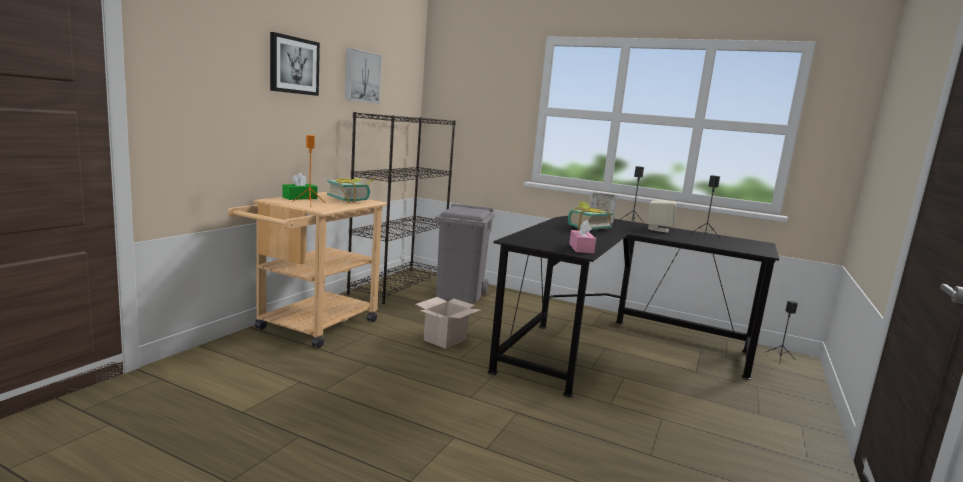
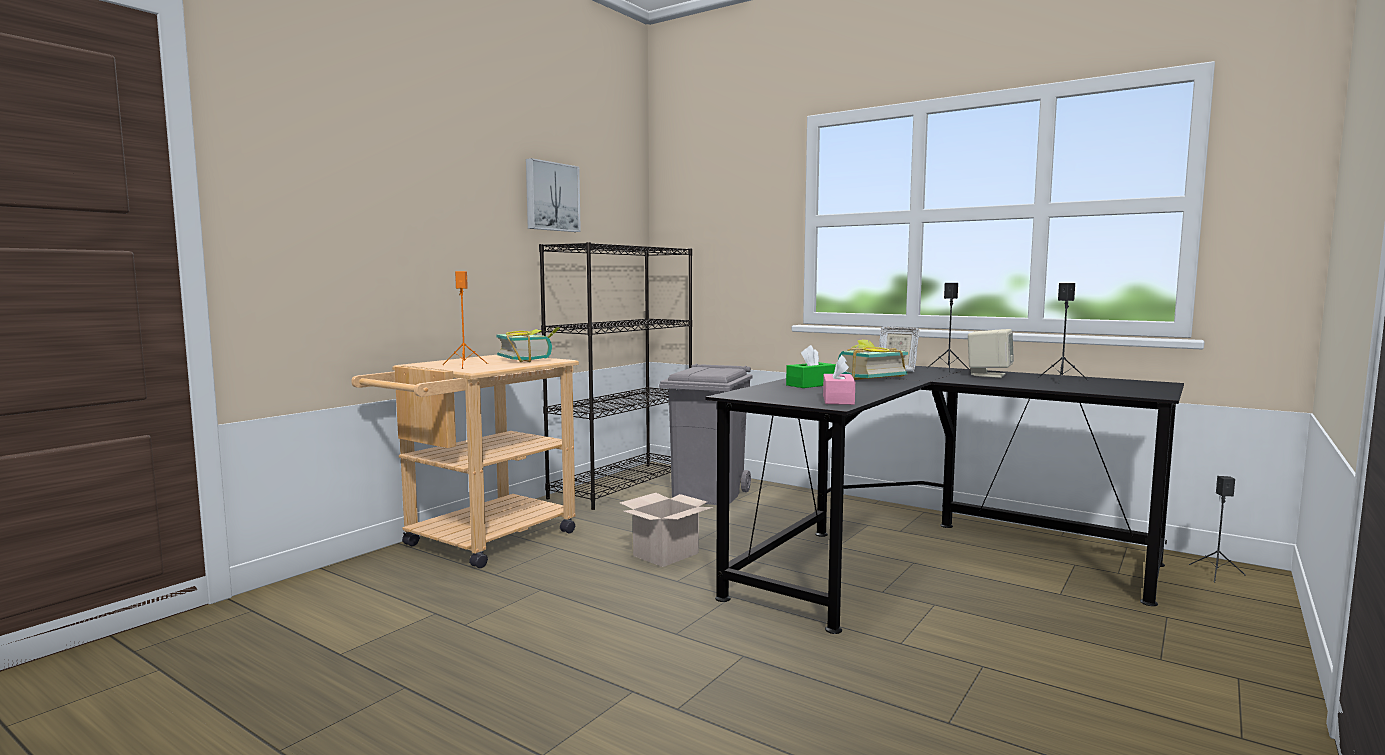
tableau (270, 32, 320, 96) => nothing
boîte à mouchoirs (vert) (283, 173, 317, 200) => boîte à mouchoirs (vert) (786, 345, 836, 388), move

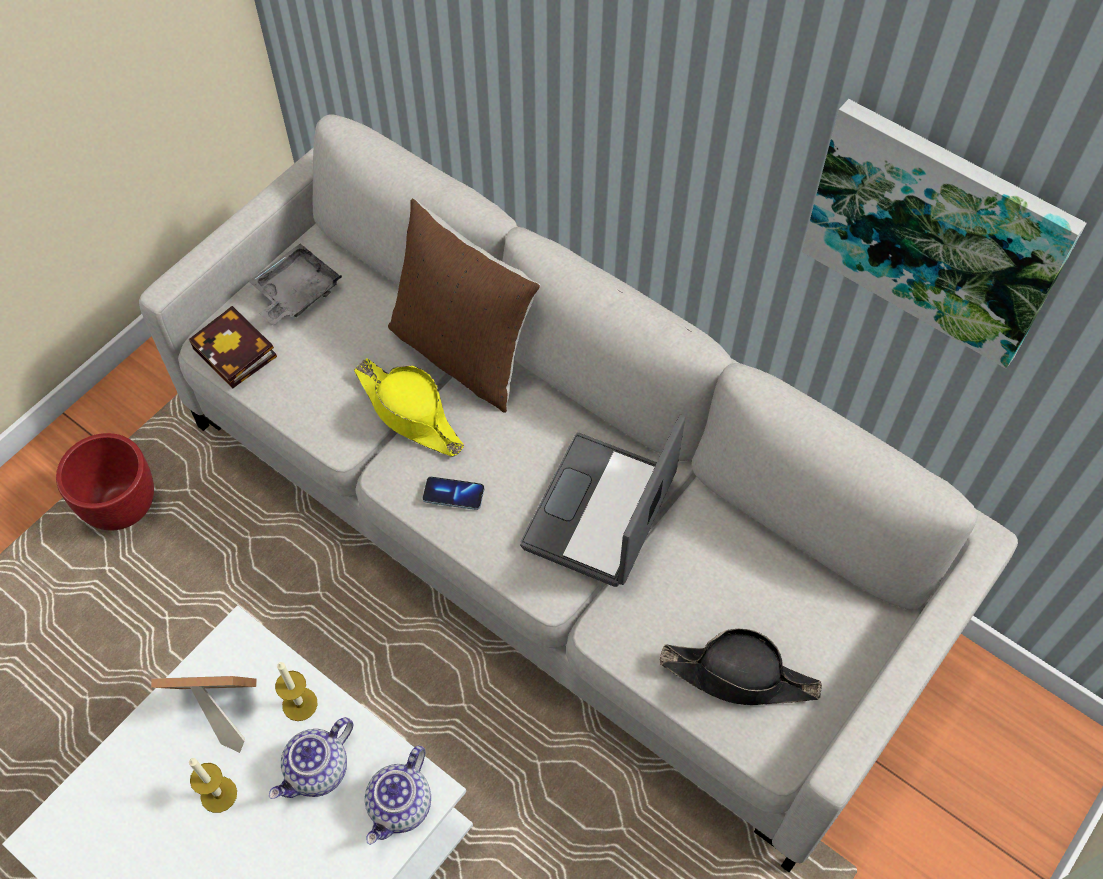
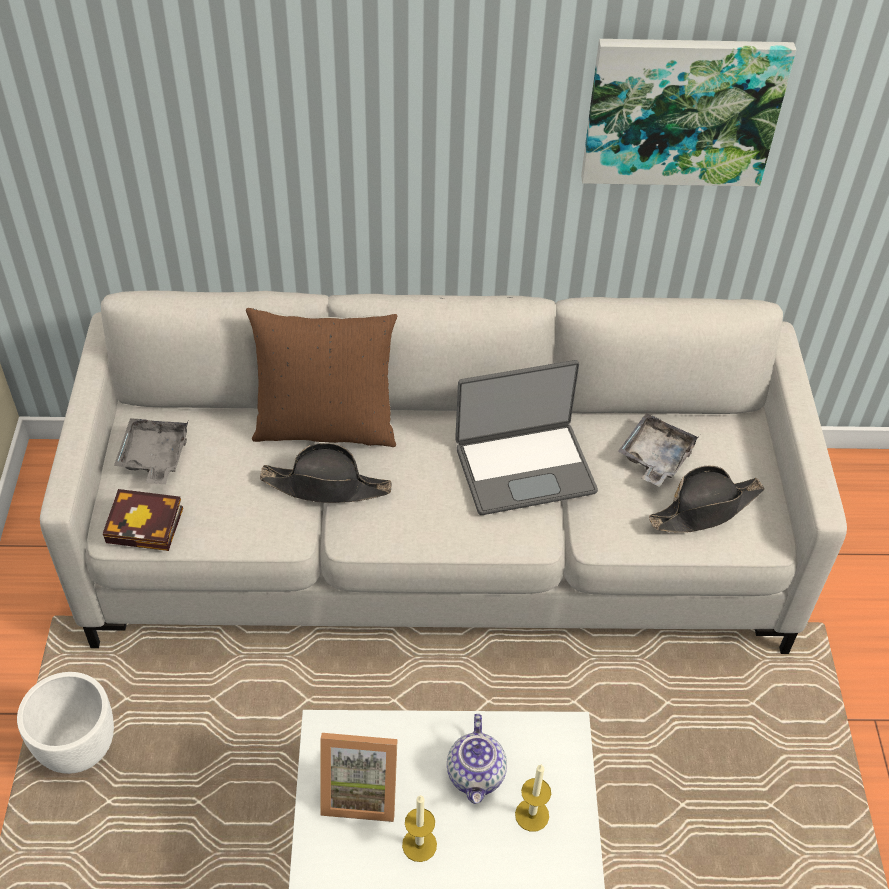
chapeau (jaune) (354, 358, 464, 457) => chapeau (noir) (260, 443, 392, 503)
ordinateur portable (520, 415, 685, 587) => ordinateur portable (455, 360, 598, 515), 90 degrees counterclockwise
cache-pot (rouge) (56, 433, 154, 531) => cache-pot (blanc) (17, 672, 114, 774)
téléphone (422, 477, 484, 510) => nothing
bougie (275, 662, 318, 721) => bougie (515, 764, 551, 832), move
cadre photo (151, 676, 256, 753) => cadre photo (320, 733, 398, 822), 135 degrees counterclockwise
théière (365, 745, 431, 845) => nothing
nothing => plateau (gris) (618, 413, 700, 487)

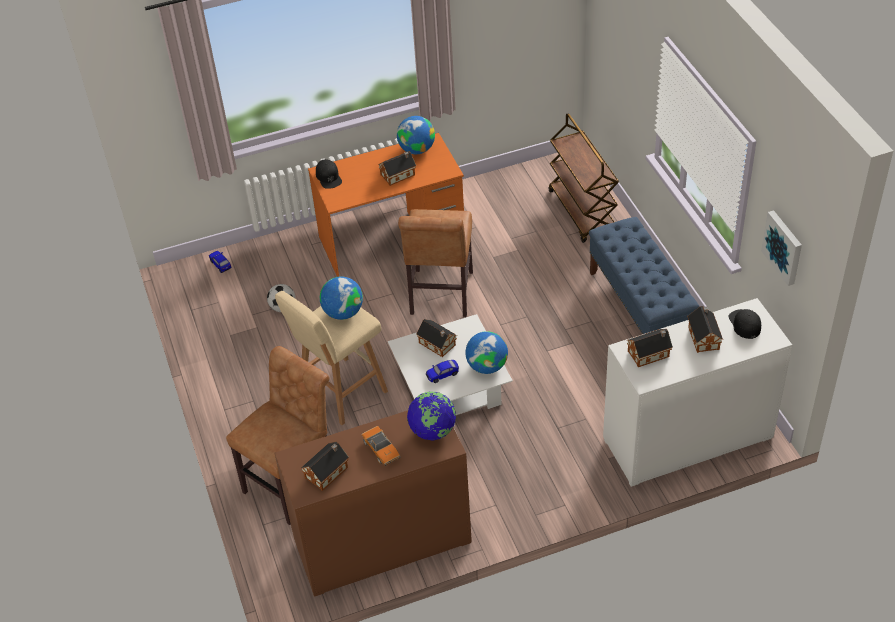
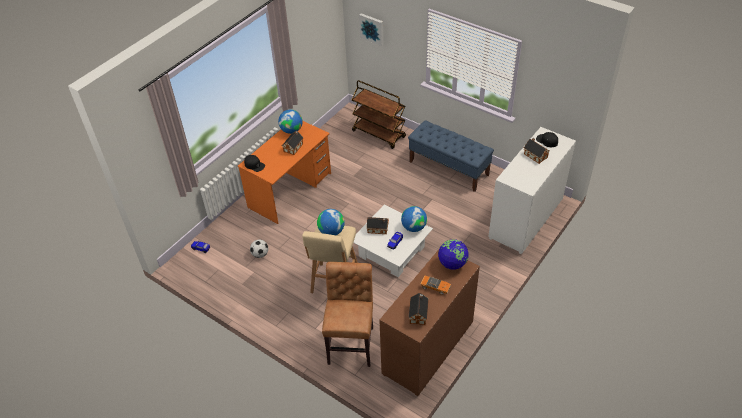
chaise (marron) (398, 209, 473, 317) => nothing
tableau (761, 210, 802, 286) => tableau (359, 13, 384, 46), move
maison miniature (627, 329, 673, 367) => nothing

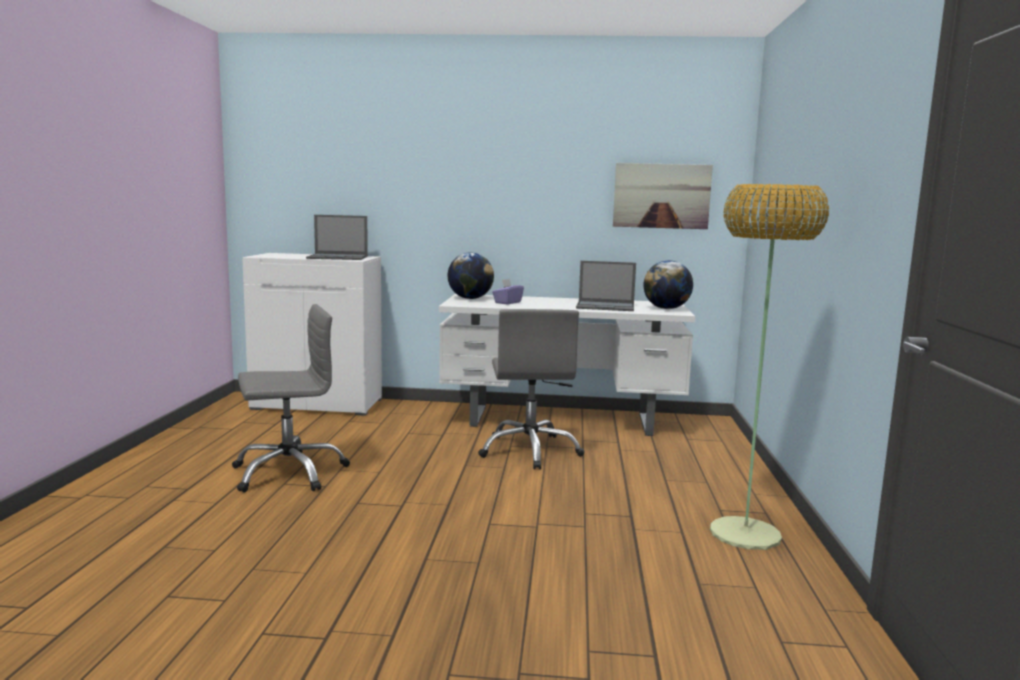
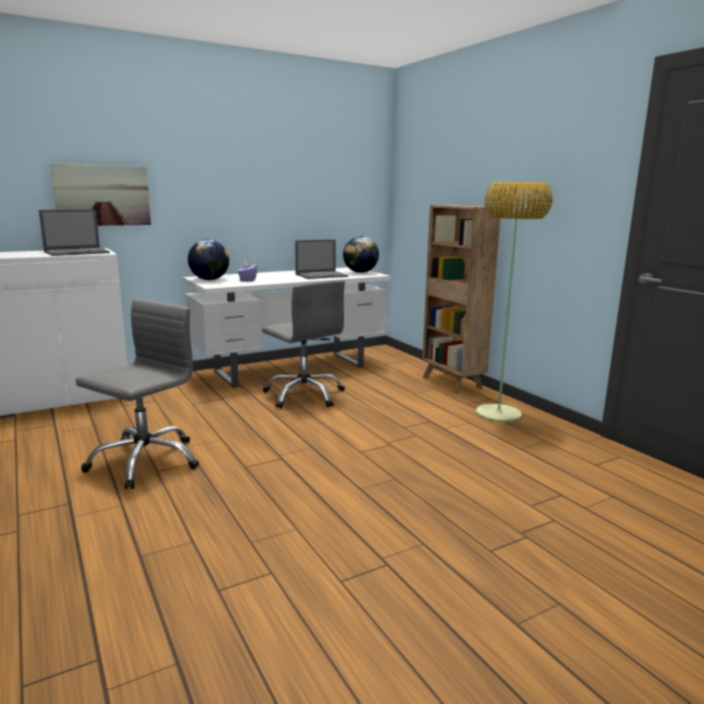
tableau (613, 163, 713, 229) => tableau (50, 163, 151, 226), move
nothing => bibliothèque (marron) (422, 205, 500, 393)

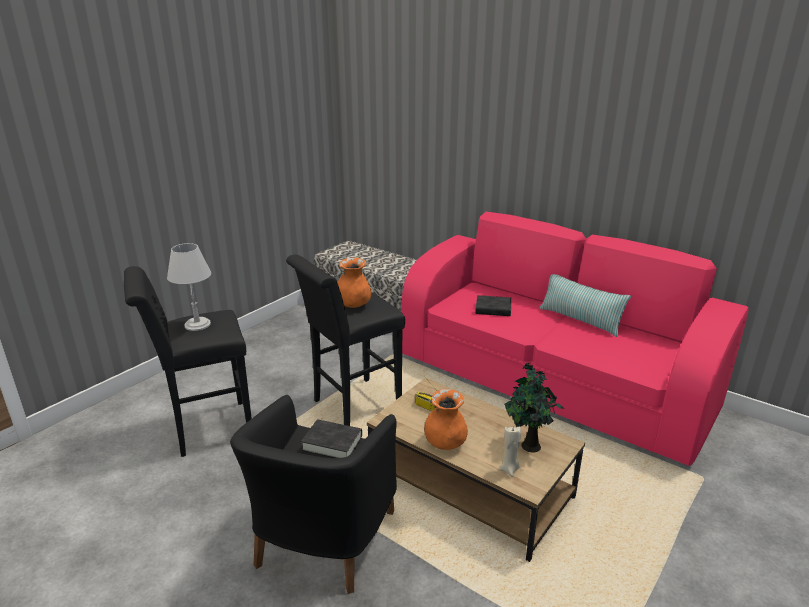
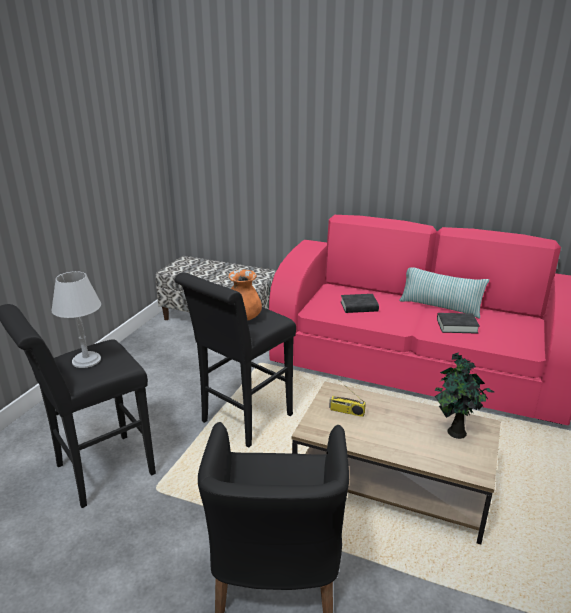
vase (orange) (424, 389, 468, 450) => nothing
livre (noir) (301, 419, 362, 458) => livre (noir) (437, 313, 480, 334), move
bougie (beige) (500, 427, 521, 477) => nothing

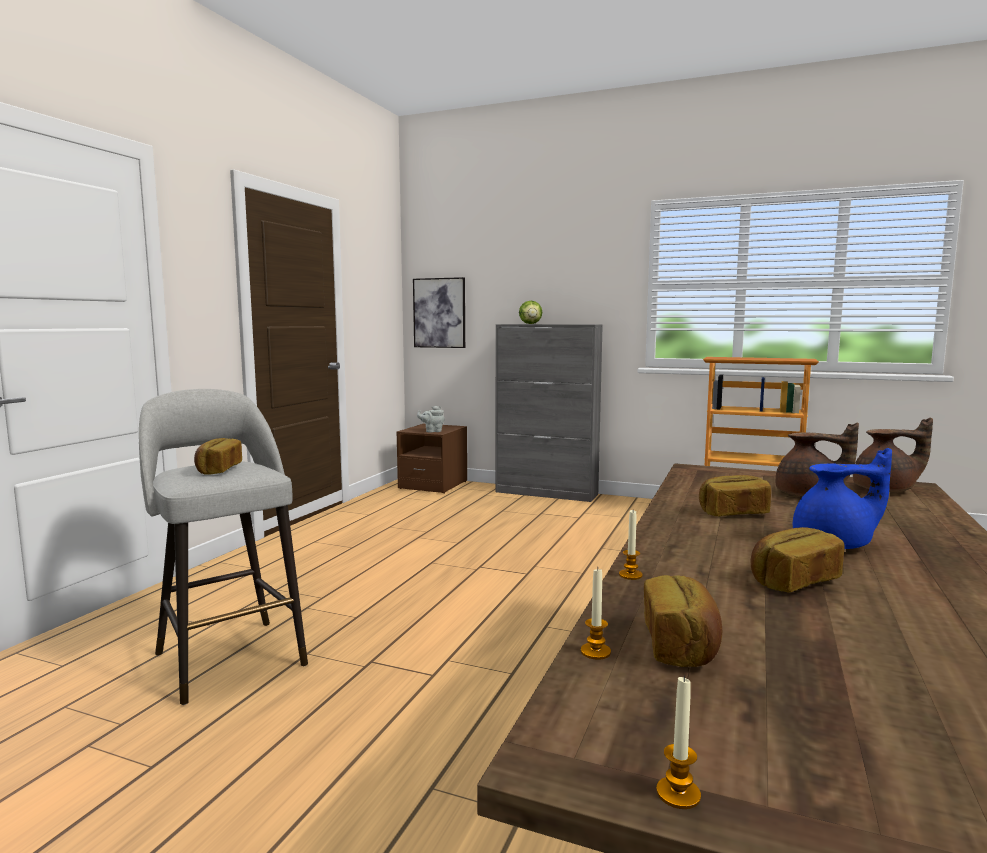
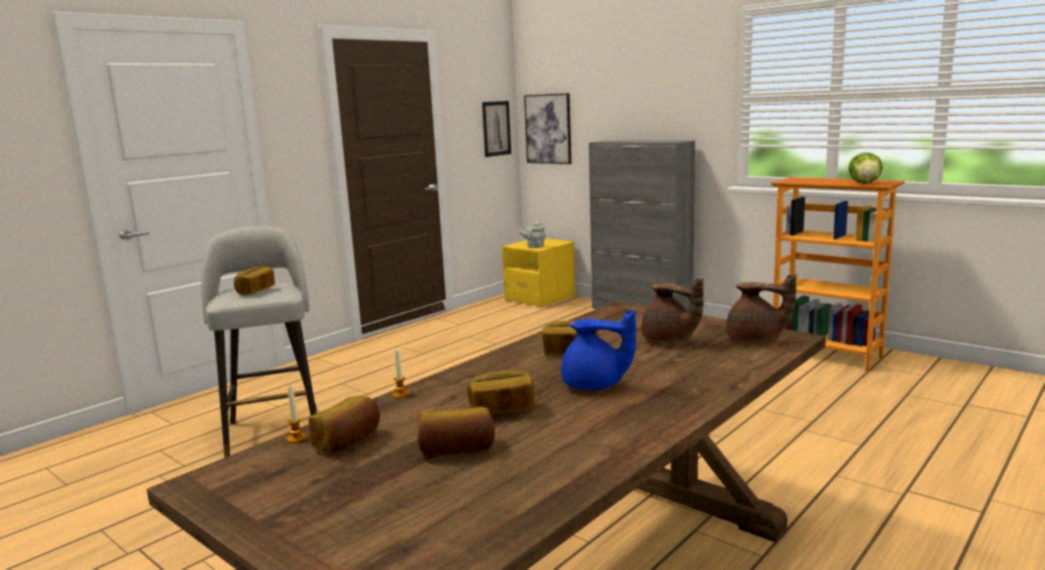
laitue (519, 301, 542, 324) => laitue (848, 152, 883, 183), move
table de chevet (marron) (396, 424, 467, 494) => table de chevet (jaune) (502, 238, 576, 307)
bougie (656, 675, 701, 809) => nothing
nothing => tableau (482, 101, 511, 157)
nothing => pain (417, 407, 495, 455)

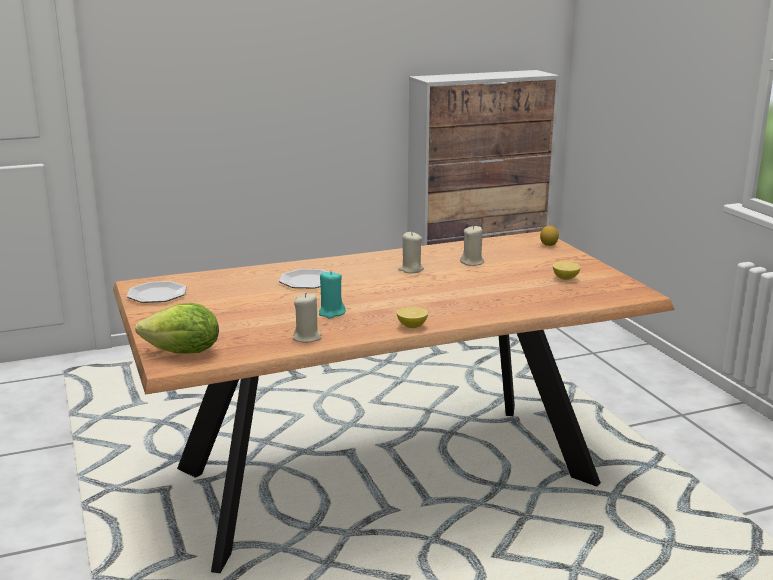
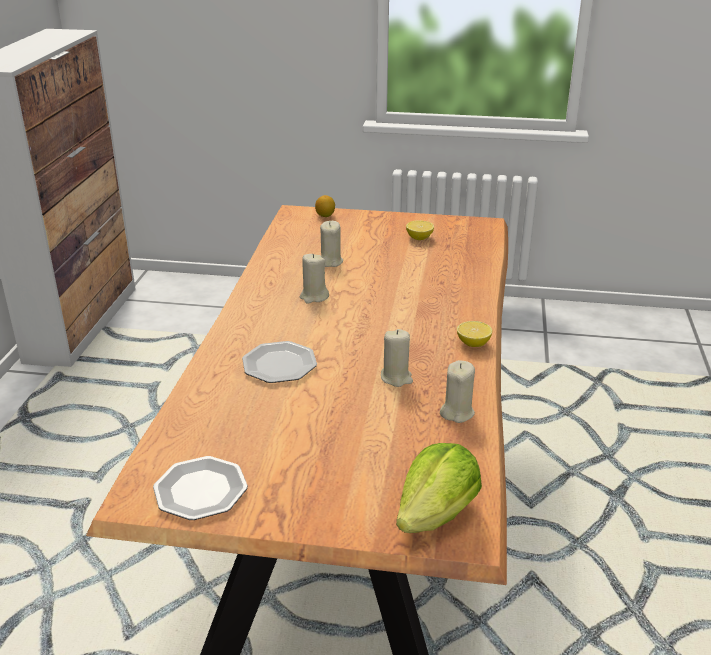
bougie (turquoise) (319, 270, 346, 319) => bougie (beige) (381, 329, 413, 387)

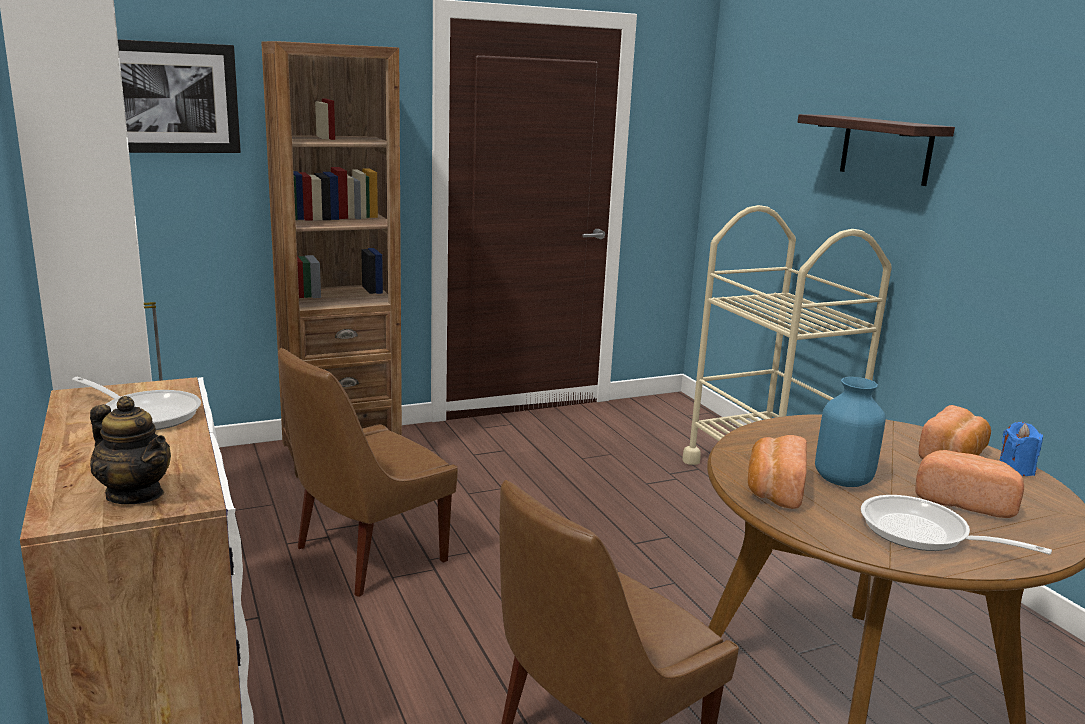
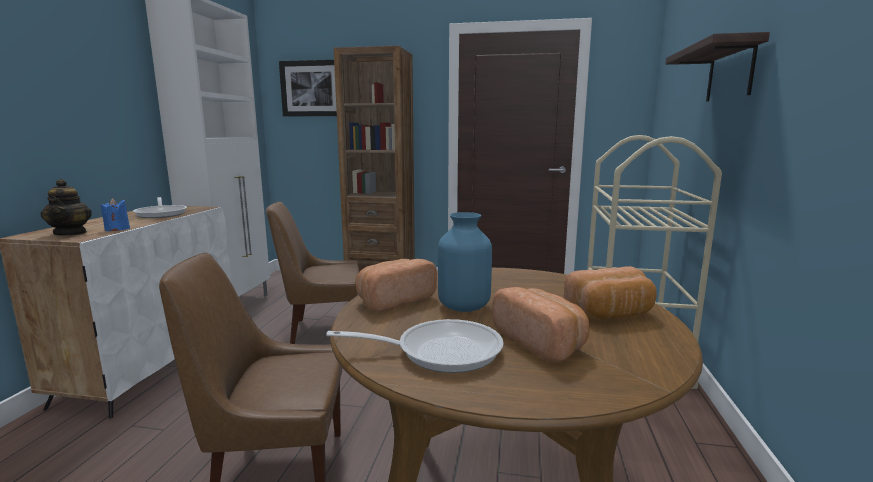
bougie (bleu) (999, 422, 1043, 476) => bougie (bleu) (101, 198, 130, 231), move
poêle (861, 495, 1052, 555) => poêle (326, 319, 504, 373), 105 degrees clockwise

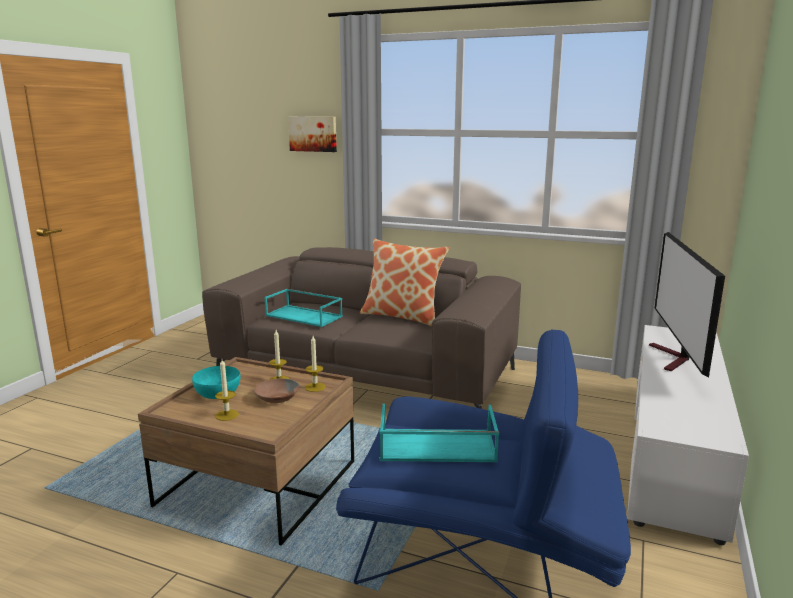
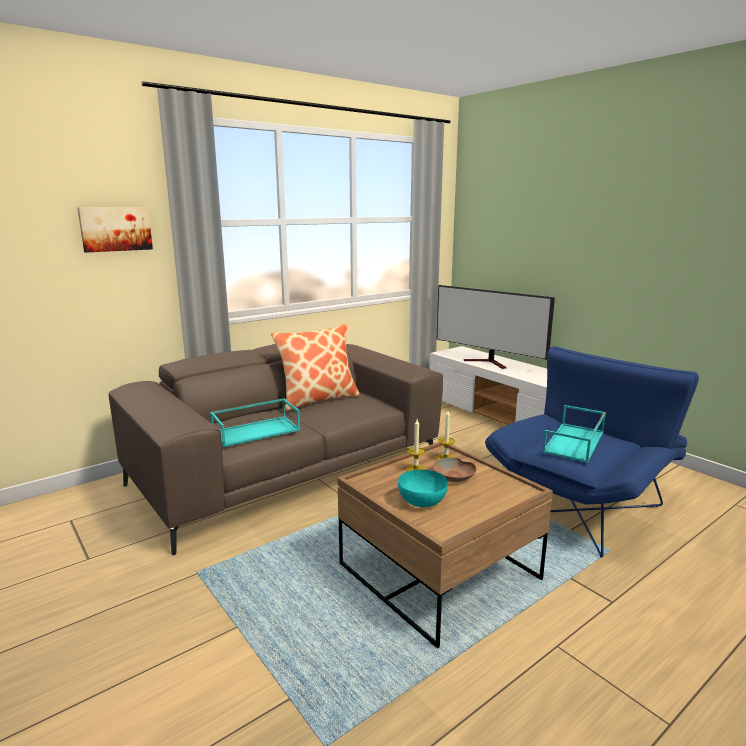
bougie (215, 359, 239, 421) => nothing

